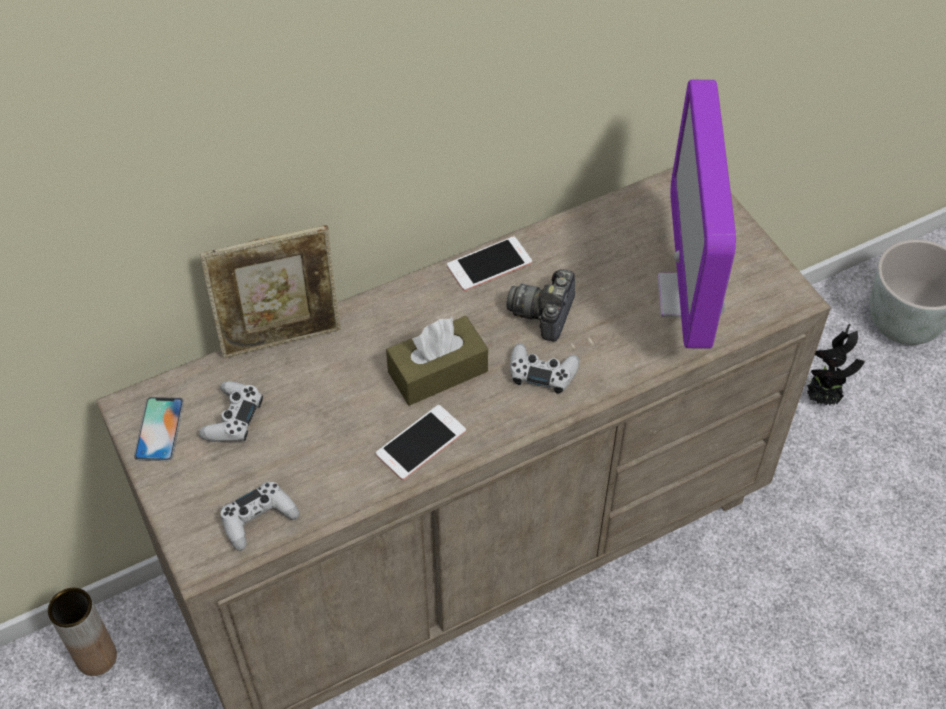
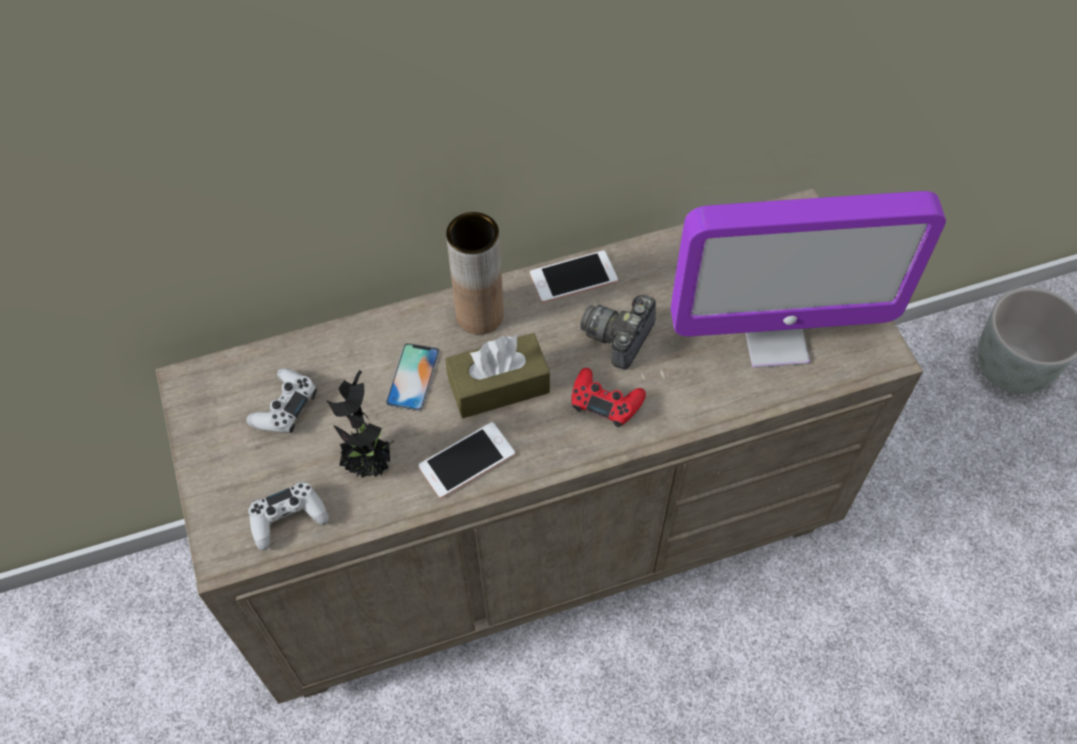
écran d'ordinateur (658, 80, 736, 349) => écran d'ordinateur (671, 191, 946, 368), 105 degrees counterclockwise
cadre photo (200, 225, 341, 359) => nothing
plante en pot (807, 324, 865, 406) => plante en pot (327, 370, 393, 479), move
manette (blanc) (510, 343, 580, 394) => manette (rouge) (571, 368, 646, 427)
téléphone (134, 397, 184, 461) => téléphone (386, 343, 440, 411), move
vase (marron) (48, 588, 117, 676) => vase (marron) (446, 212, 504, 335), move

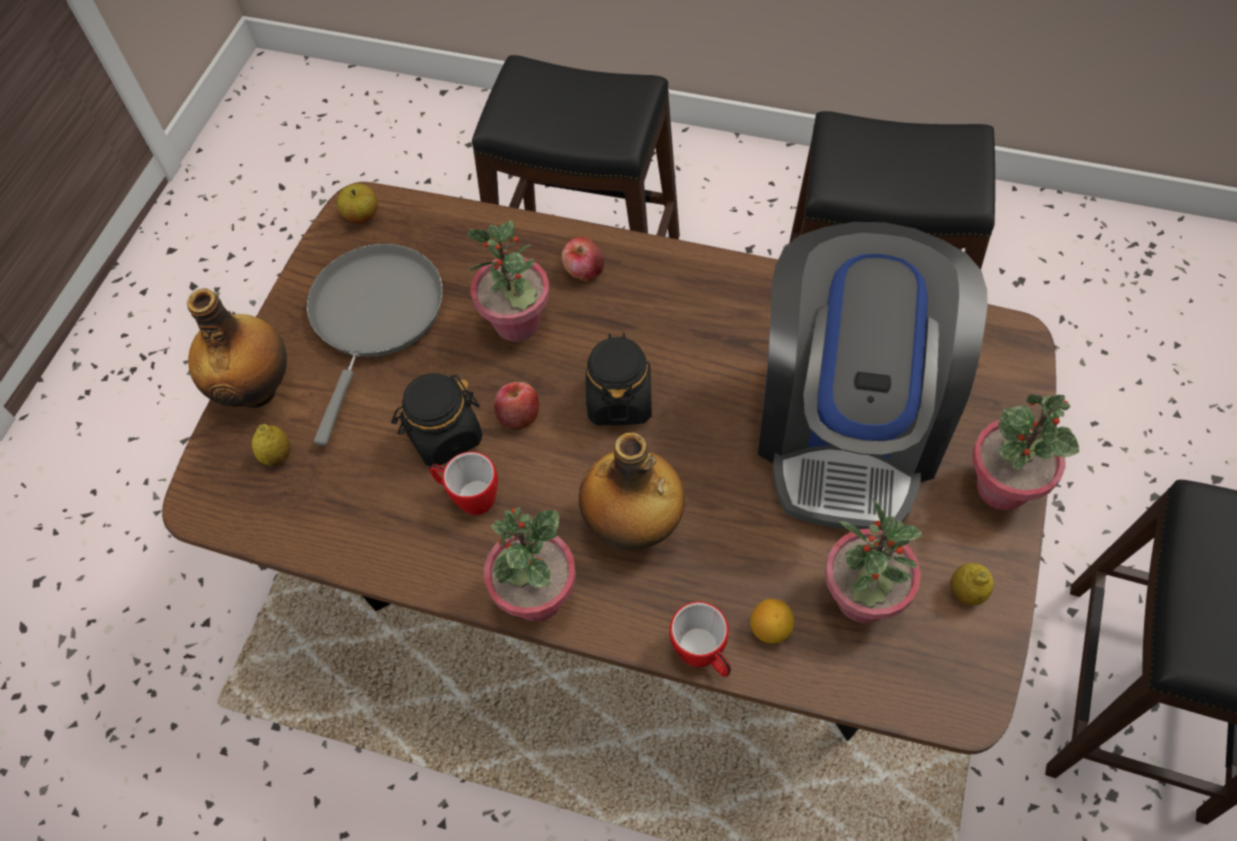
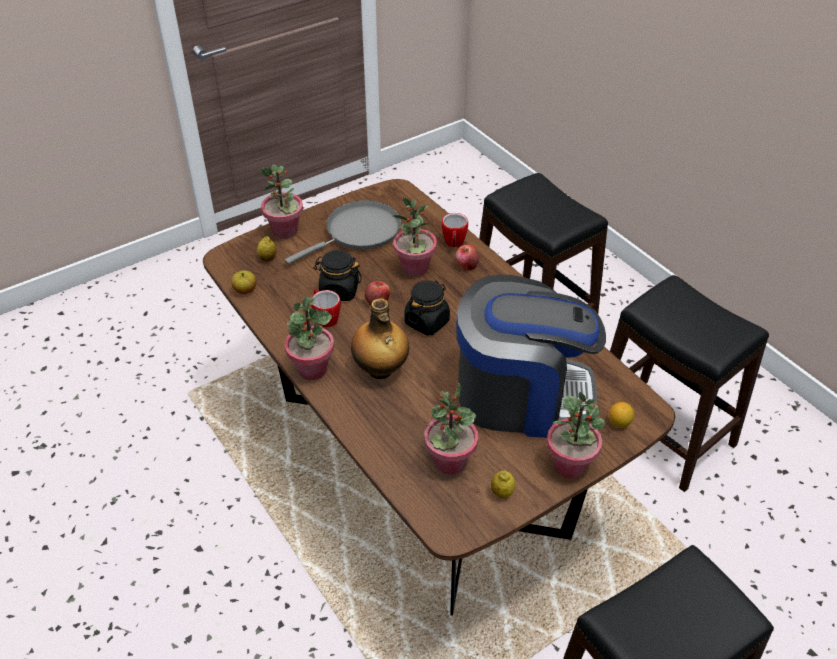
pomme (337, 184, 378, 223) => pomme (231, 270, 257, 294), move
machine à café (758, 222, 988, 530) => machine à café (456, 274, 606, 438), 135 degrees counterclockwise
bouteille (187, 288, 287, 408) => plante en pot (261, 164, 303, 239)
citron (750, 599, 794, 644) => citron (609, 402, 634, 428), move
mug (670, 601, 731, 677) => mug (442, 213, 468, 247), move

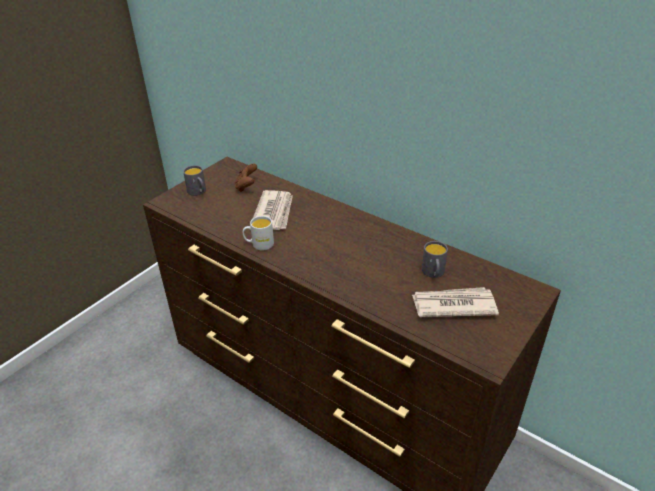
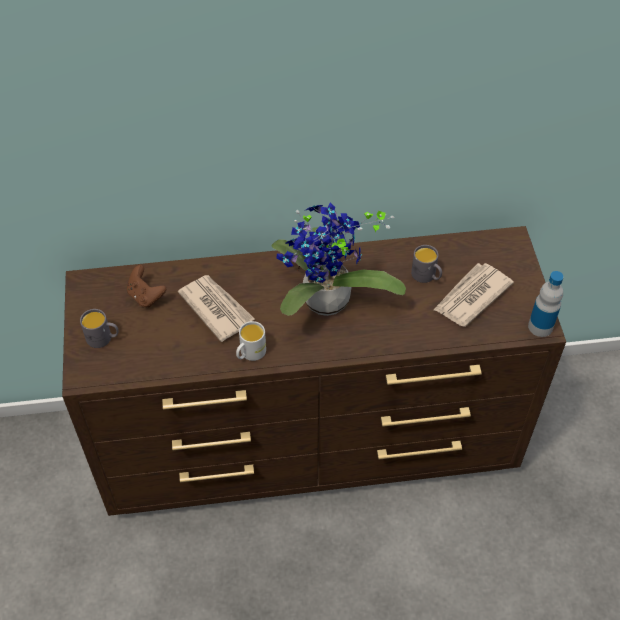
nothing => plante en pot (271, 203, 406, 316)
nothing => bouteille (528, 271, 564, 337)

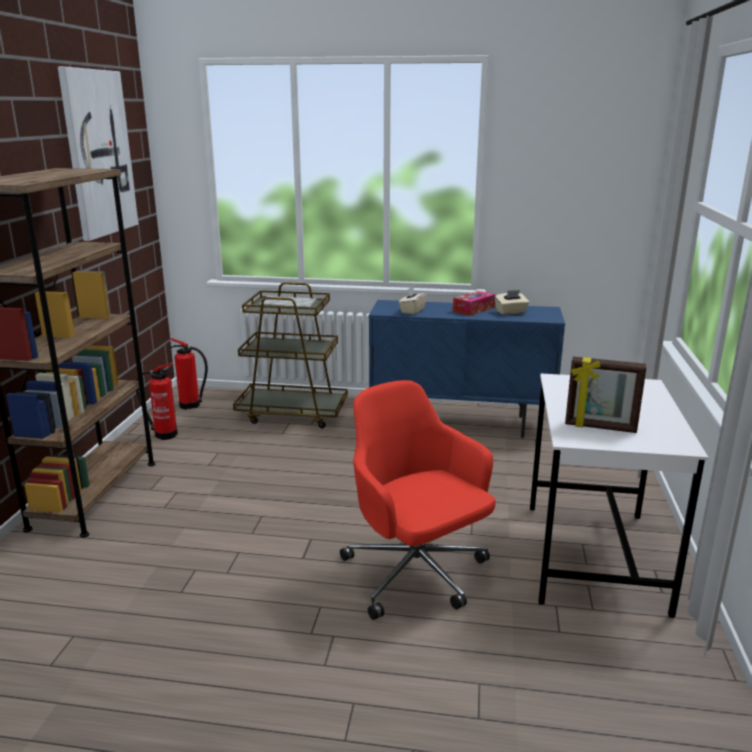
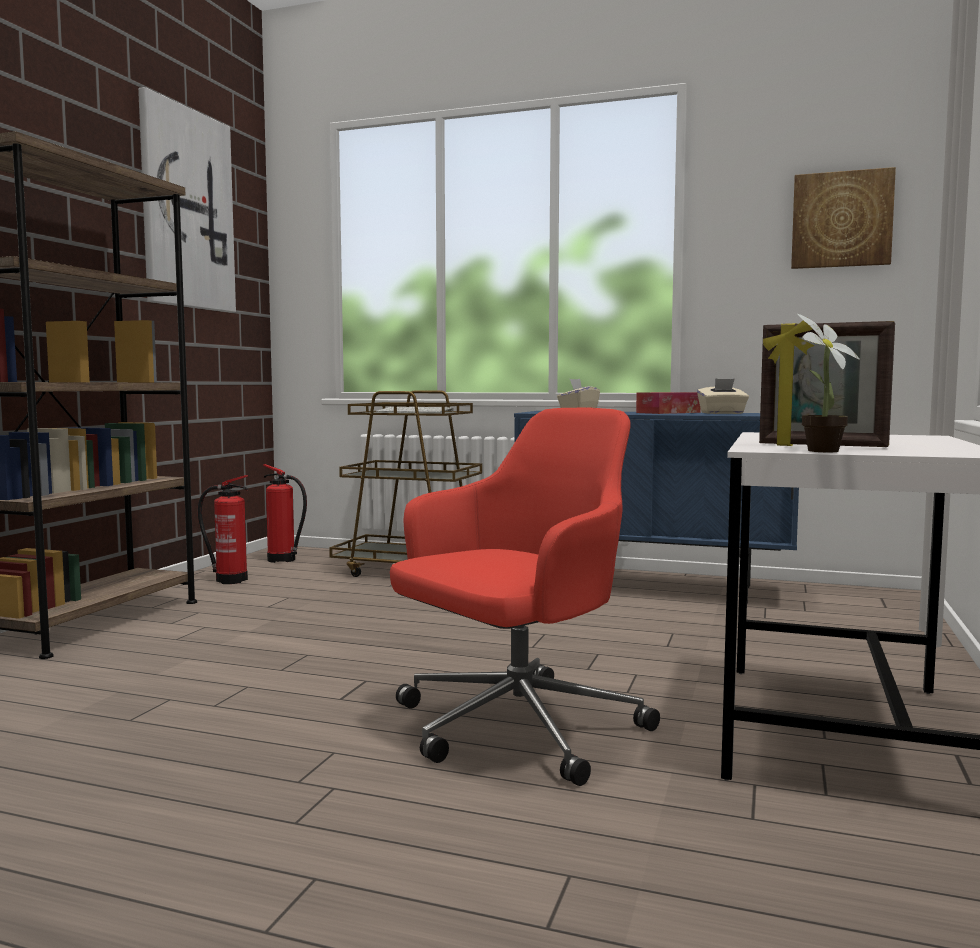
chaise de bureau (rouge) (340, 380, 496, 620) => chaise de bureau (rouge) (390, 408, 660, 786), 75 degrees clockwise
nothing => tableau (791, 167, 896, 269)
nothing => plante en pot (798, 314, 860, 452)

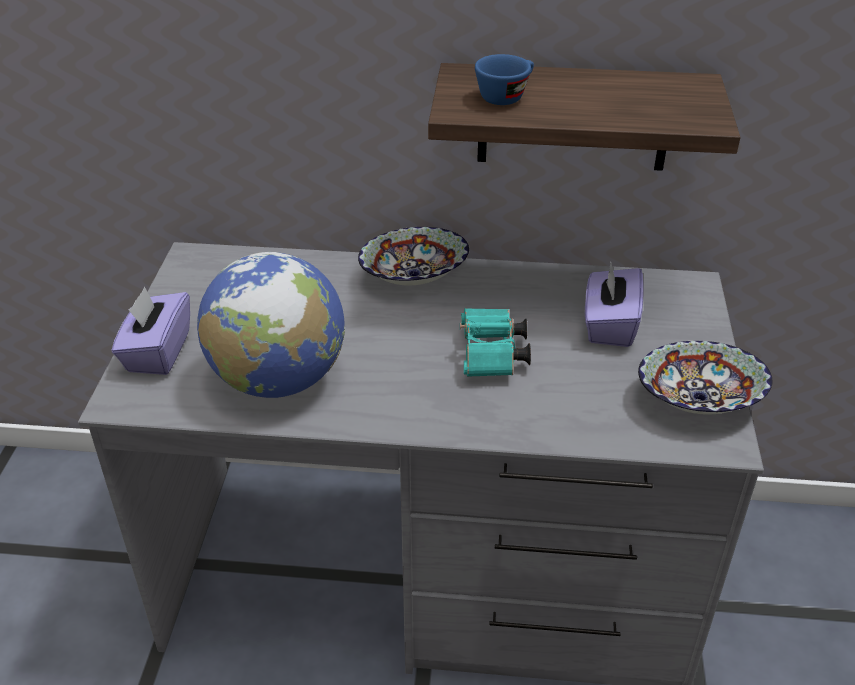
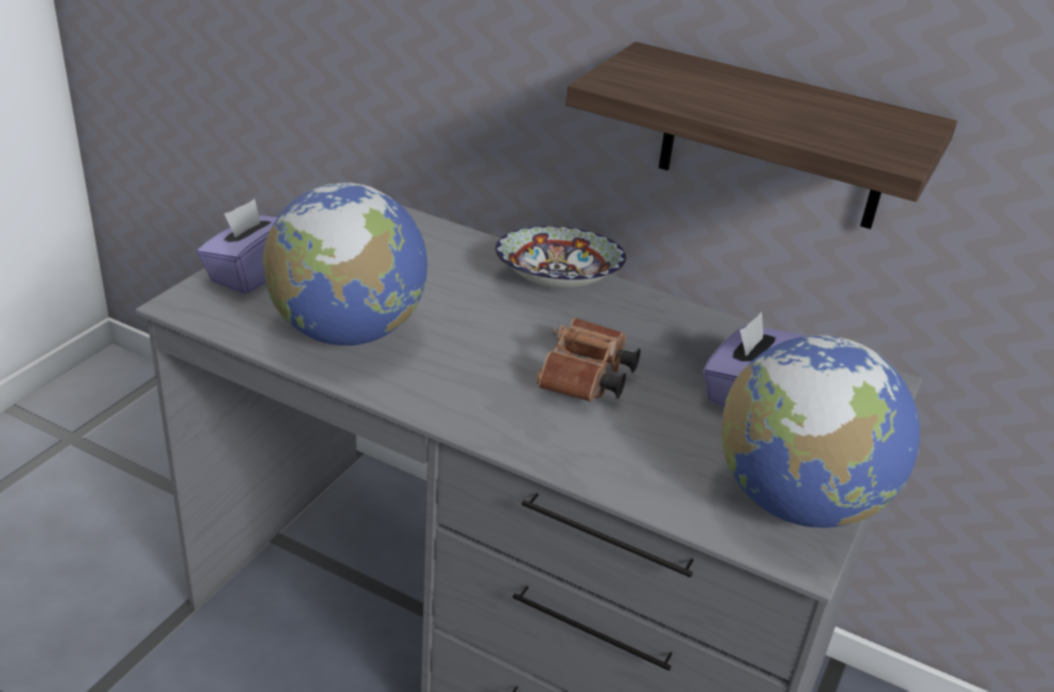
tasse (bleu) (475, 54, 534, 105) => nothing
jumelles (turquoise) (460, 308, 531, 377) => jumelles (marron) (536, 317, 641, 402)
bol (638, 341, 773, 414) => globe (721, 335, 920, 528)

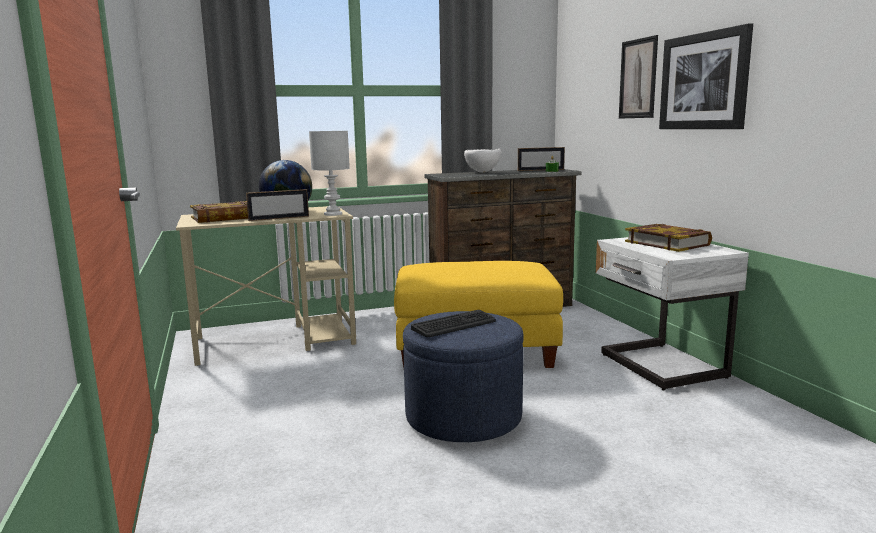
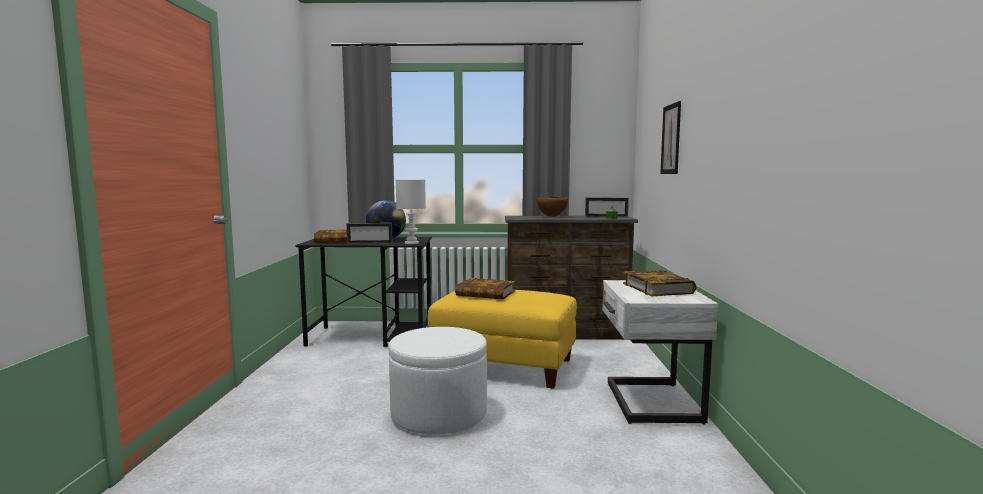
tableau (659, 23, 753, 129) => nothing
bol (blanc) (464, 149, 501, 173) => bol (marron) (537, 197, 568, 217)
bureau (beige) (176, 206, 356, 366) => bureau (noir) (295, 237, 432, 347)
clavier (411, 310, 496, 337) => nothing
pouf (bleu) (403, 311, 524, 442) => pouf (blanc) (389, 327, 487, 435)
nothing => livre (455, 278, 515, 299)

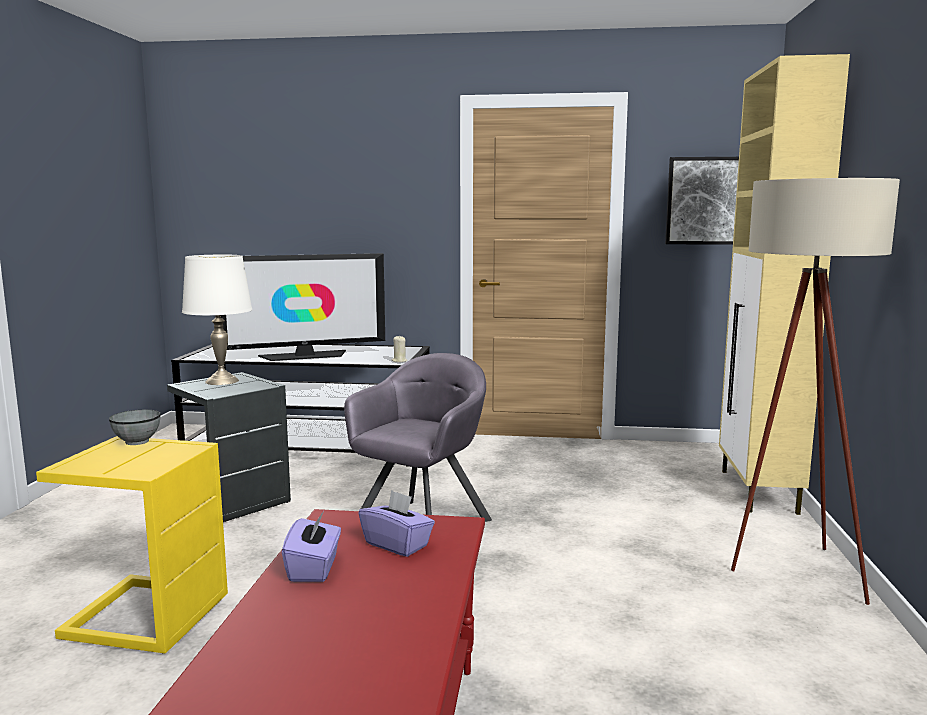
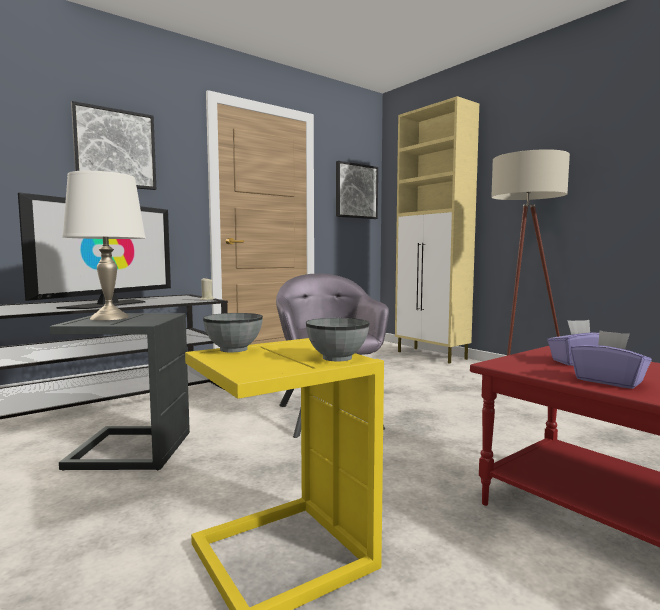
nothing => tableau (71, 101, 156, 190)
nothing => bol (gris) (306, 318, 369, 361)

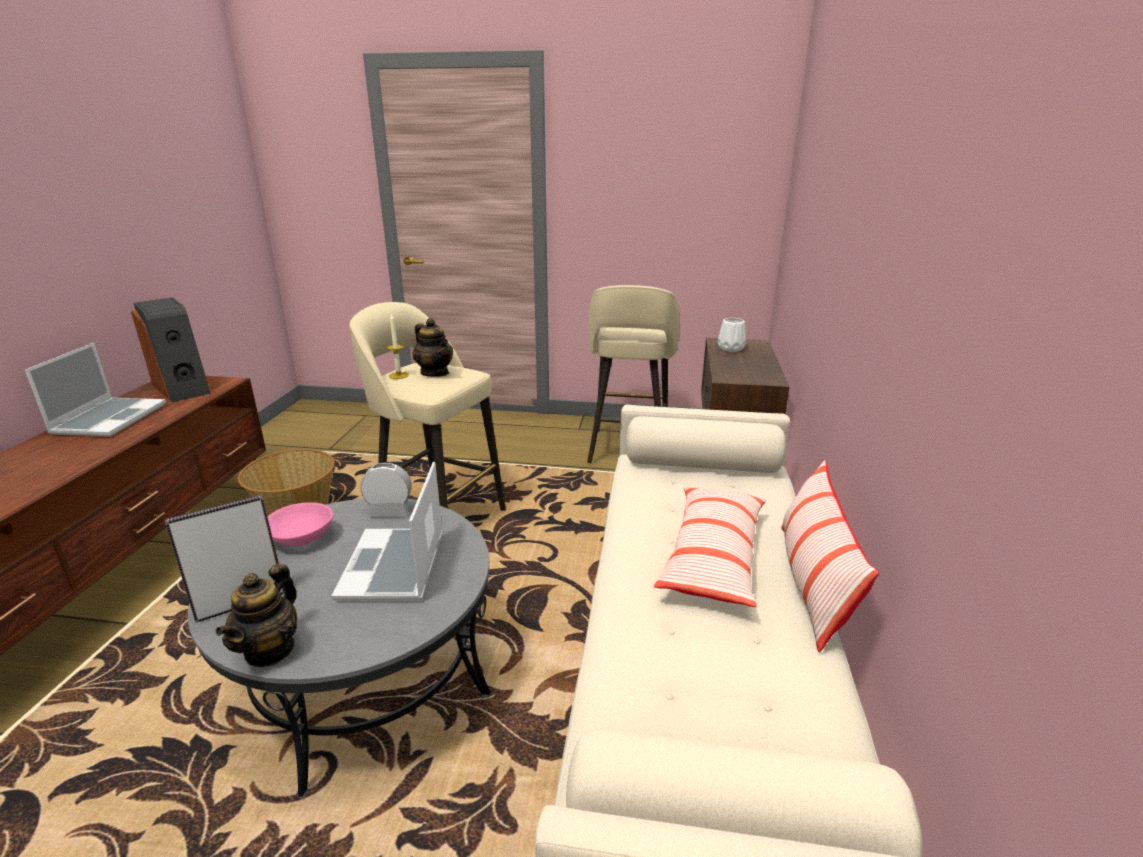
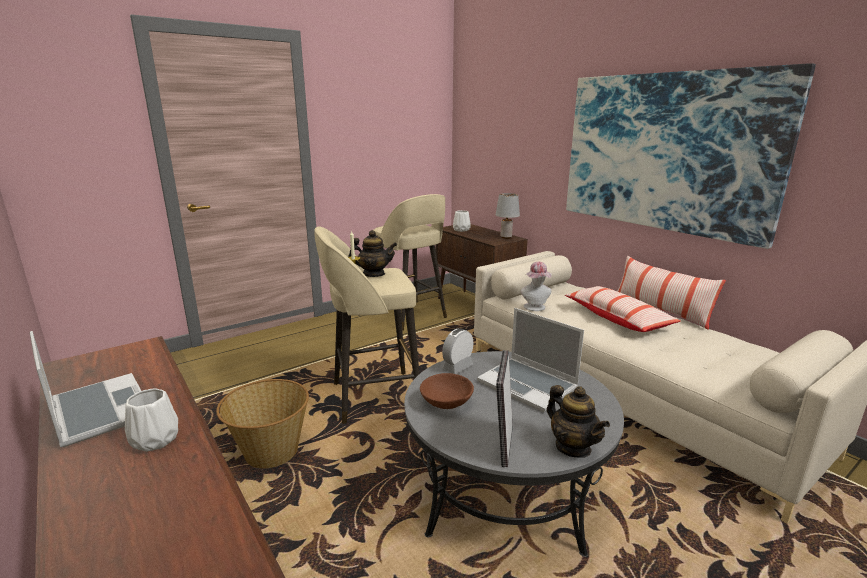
enceinte (131, 297, 211, 402) => nothing
bol (rose) (268, 502, 333, 546) => bol (marron) (420, 373, 474, 409)
nothing => tableau (566, 63, 816, 249)
nothing => lampe de table (gris) (496, 193, 520, 239)
nothing => chapeau (520, 262, 552, 311)
nothing => vase (blanc) (125, 388, 178, 452)

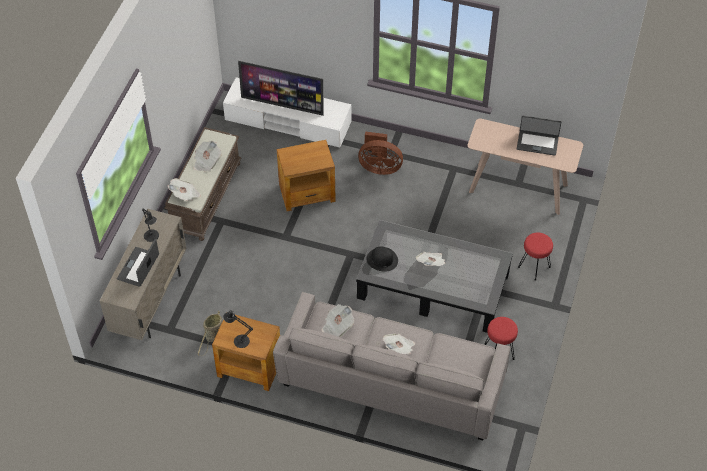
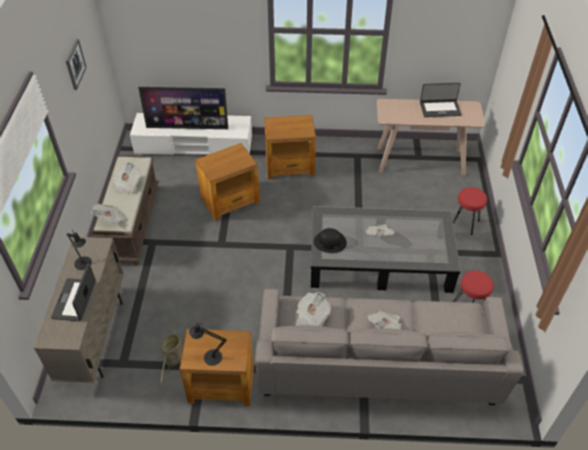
ventilateur (marron) (358, 131, 403, 175) => table d'appoint (marron) (264, 115, 316, 179)
nothing => tableau (66, 39, 87, 90)

